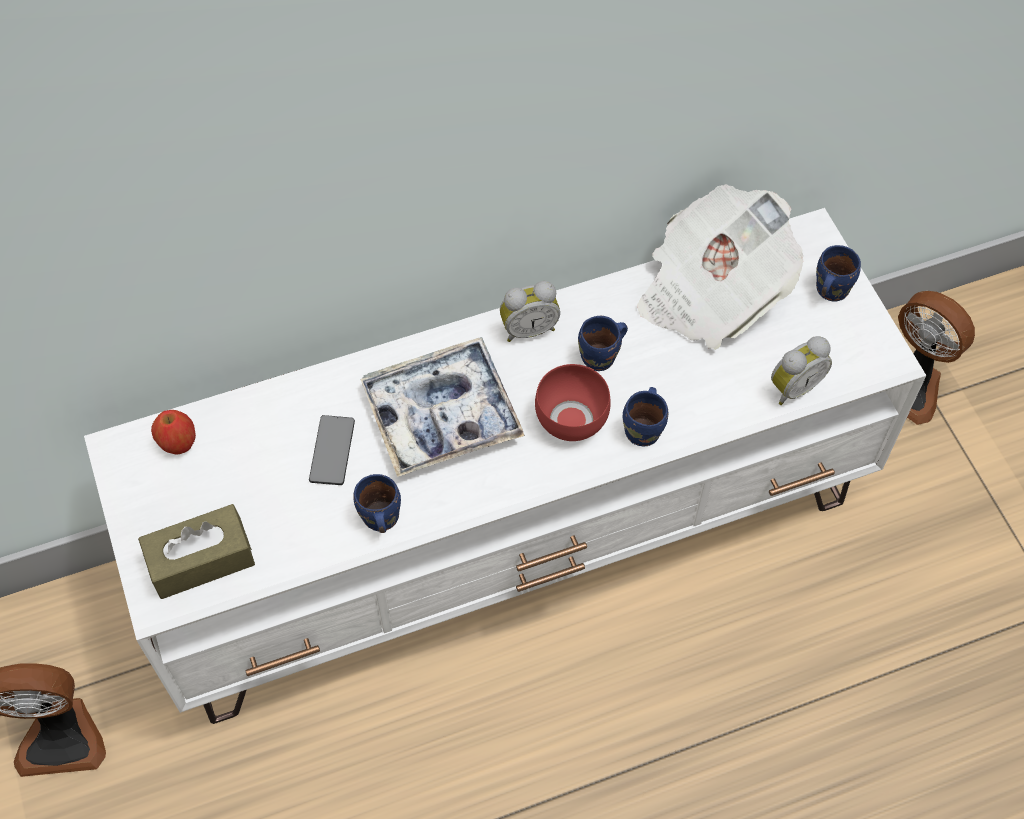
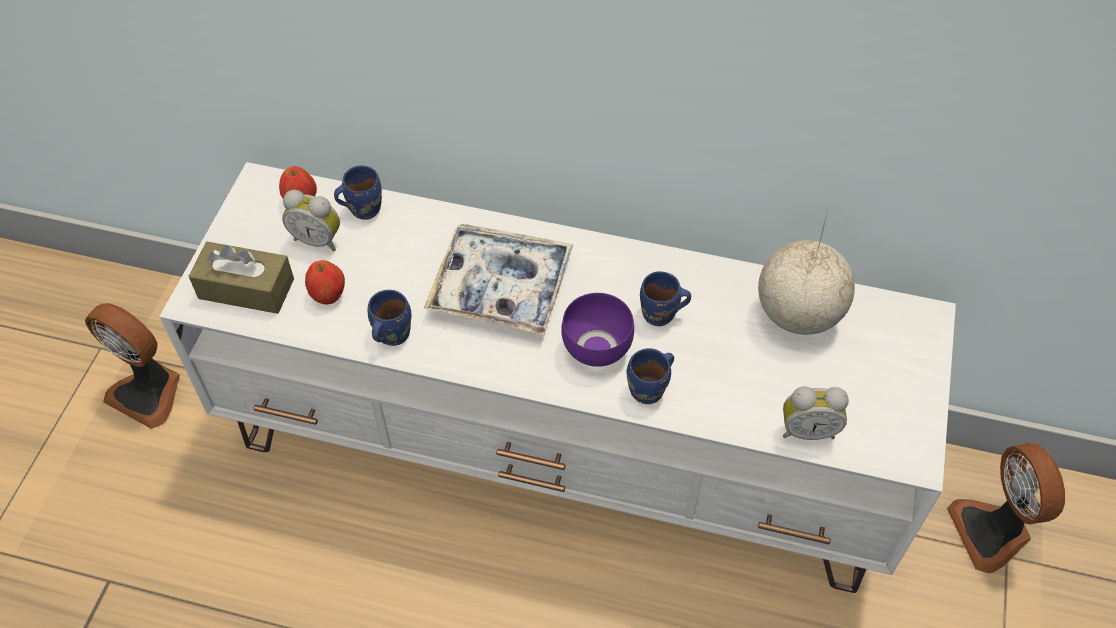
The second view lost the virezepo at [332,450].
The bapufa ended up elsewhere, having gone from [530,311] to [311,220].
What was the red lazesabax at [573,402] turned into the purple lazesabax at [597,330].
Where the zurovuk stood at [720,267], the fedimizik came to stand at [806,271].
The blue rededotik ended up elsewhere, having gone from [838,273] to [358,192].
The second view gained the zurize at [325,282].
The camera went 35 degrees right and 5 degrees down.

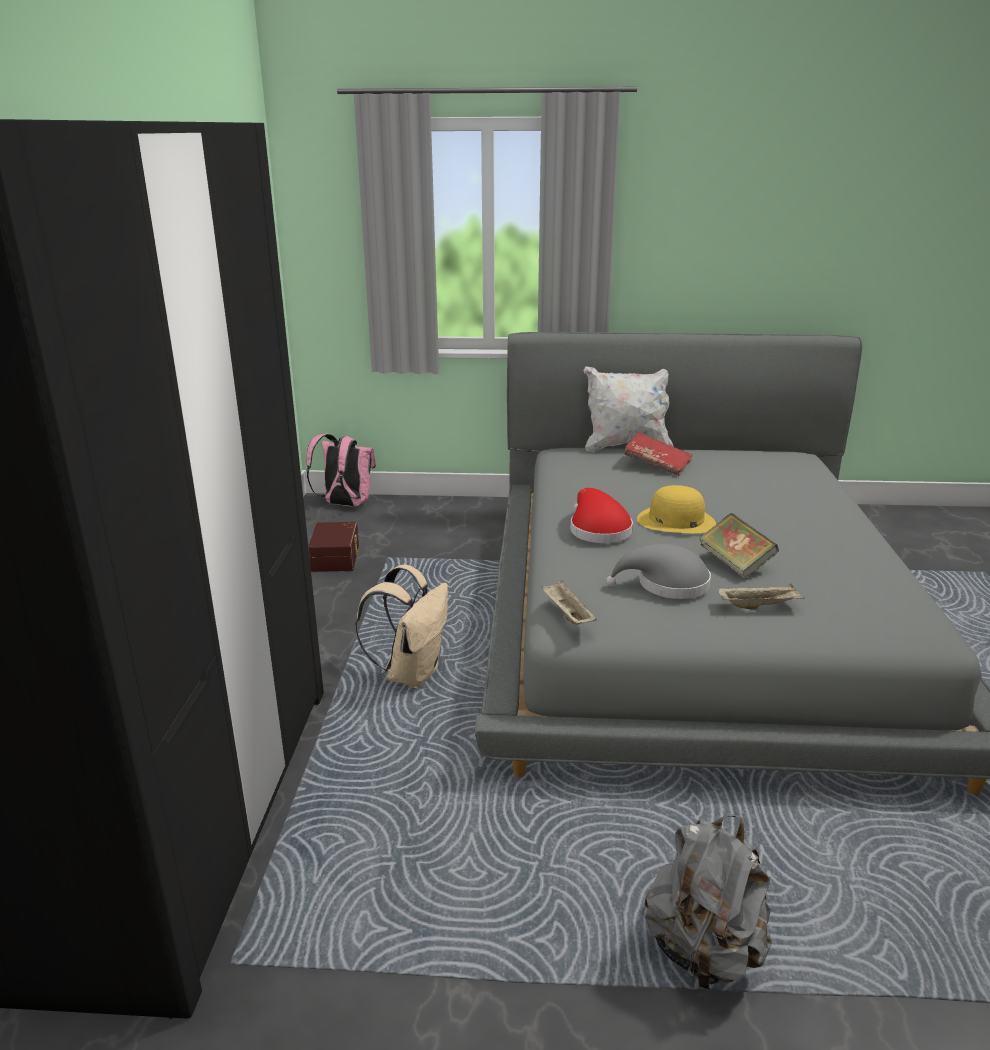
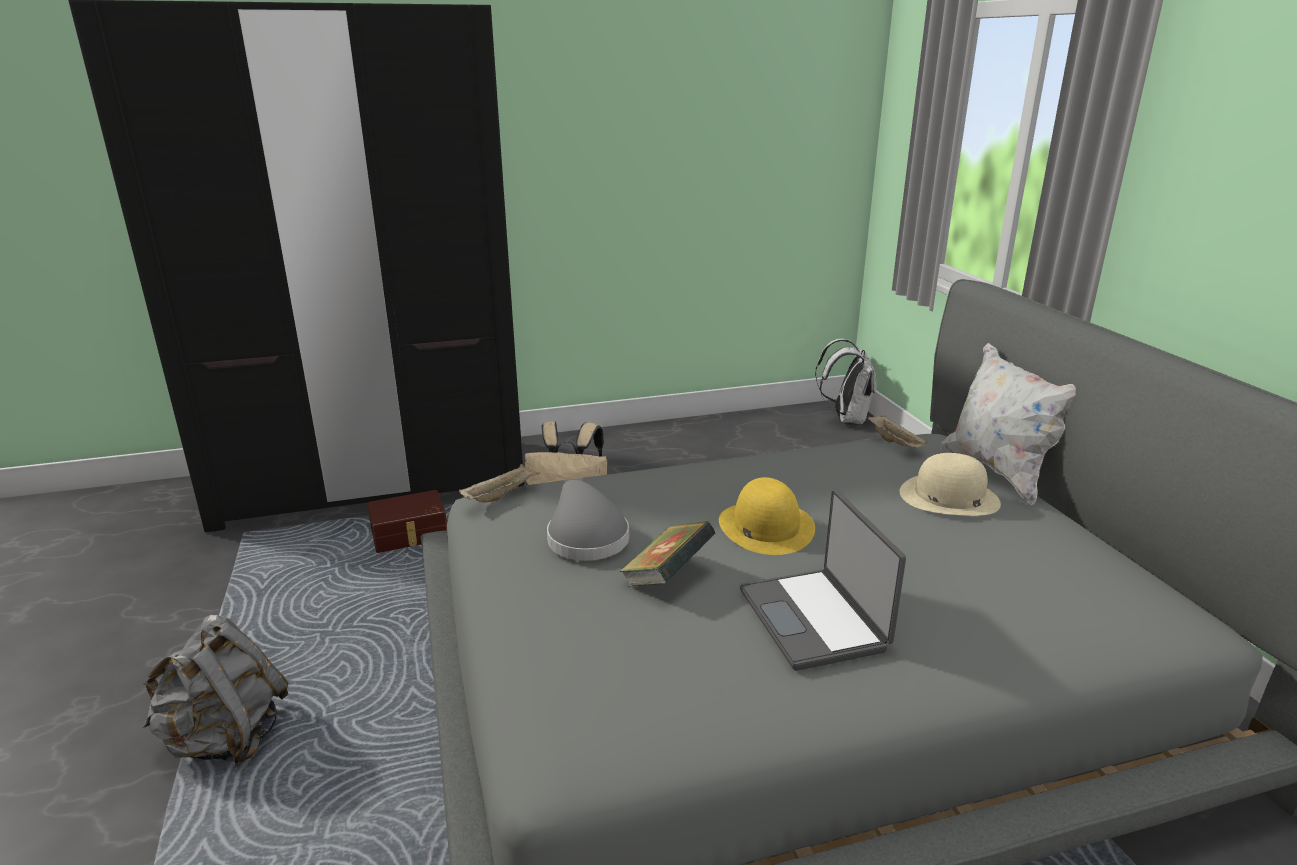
What was the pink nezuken at [341,470] turned into the white nezuken at [846,381].
The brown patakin ended up elsewhere, having gone from [333,547] to [407,521].
The second view lost the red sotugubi at [602,515].
Where the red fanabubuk stood at [658,454], the beige sotugubi came to stand at [950,484].
The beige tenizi ended up elsewhere, having gone from [761,597] to [898,431].
The second view gained the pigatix at [823,580].
The camera went 70 degrees right and 0 degrees up.

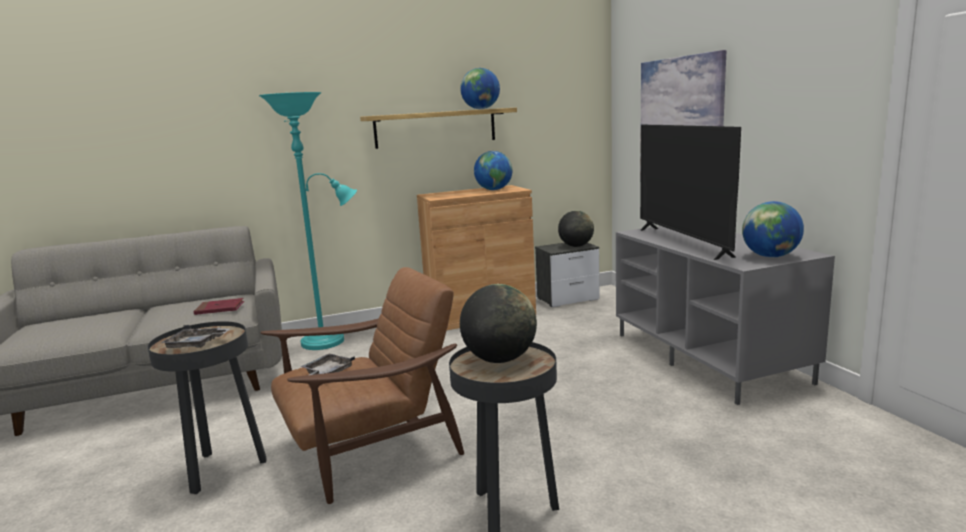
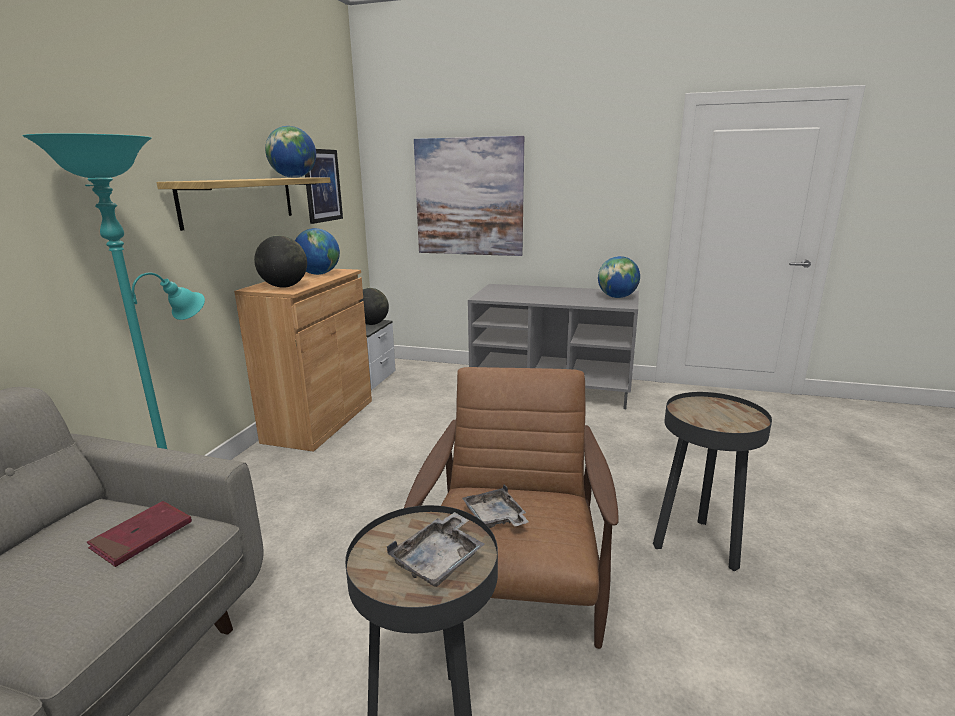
The fedimizik ended up elsewhere, having gone from [498,323] to [280,261].
The second view lost the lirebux at [690,192].
The second view gained the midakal at [324,186].
The camera went 55 degrees left and 5 degrees up.

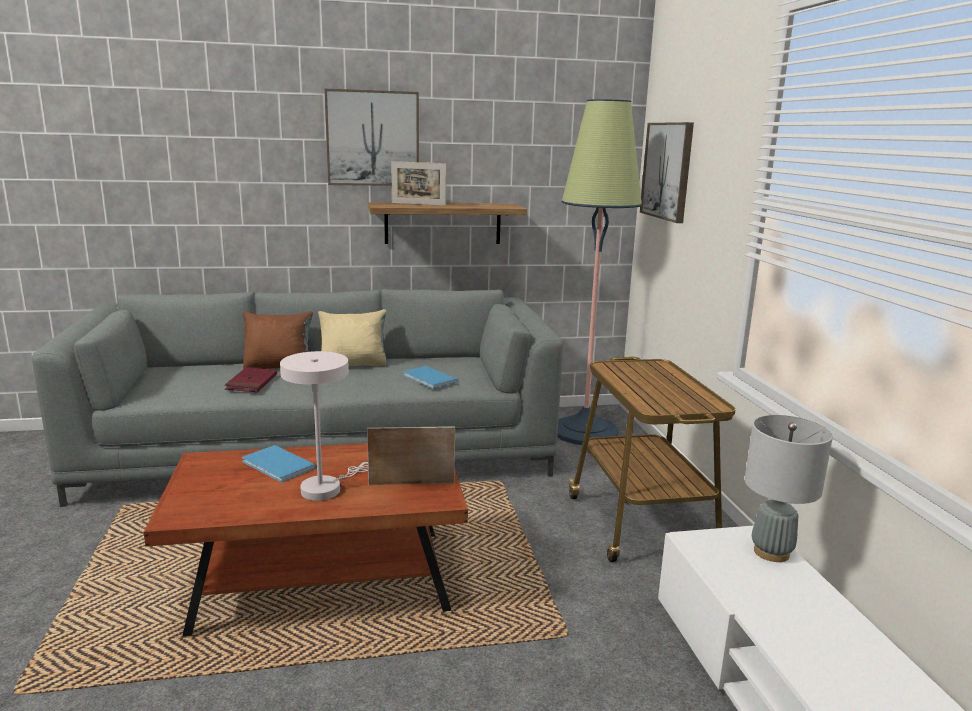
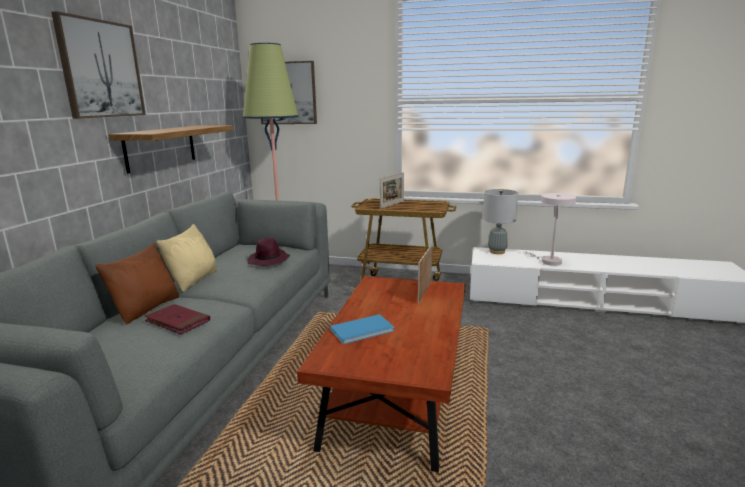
The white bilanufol ended up elsewhere, having gone from [324,426] to [550,229].
The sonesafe ended up elsewhere, having gone from [418,183] to [392,191].
Where the blue fanabubuk stood at [431,377], the purple sotugubi came to stand at [268,252].
The camera went 65 degrees left and 0 degrees up.

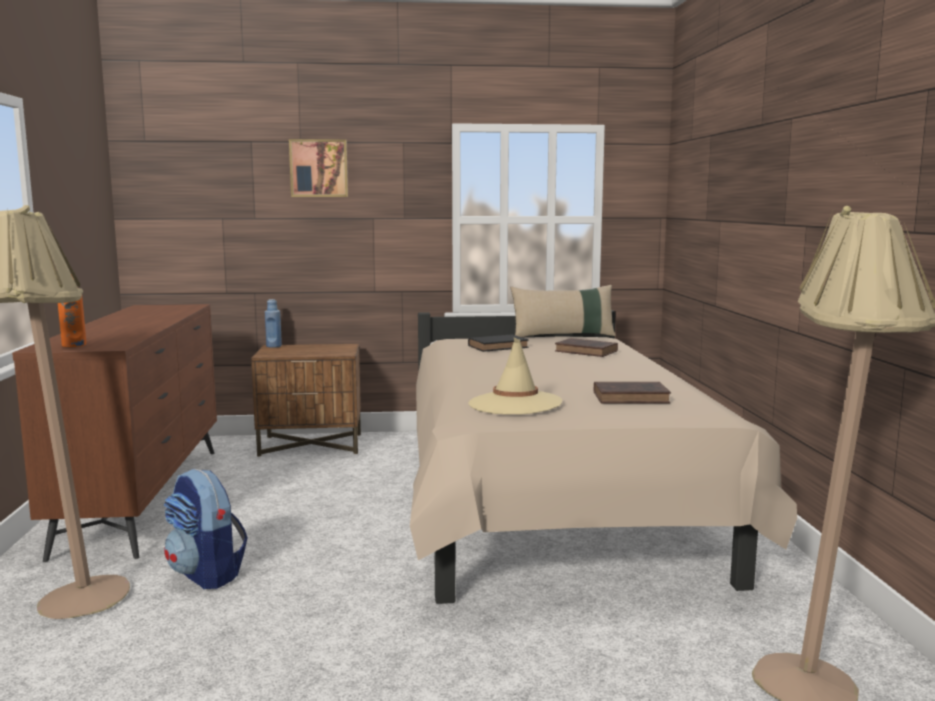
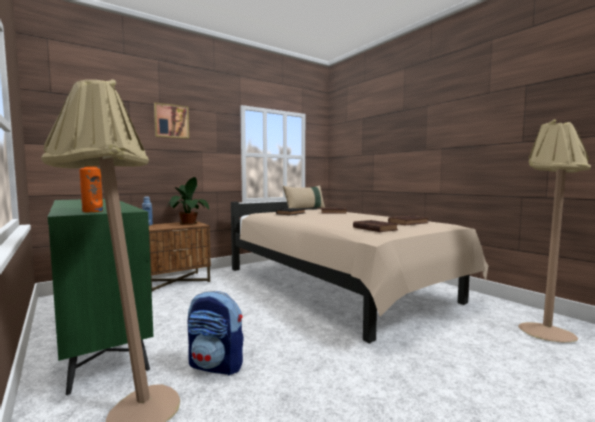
What was the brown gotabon at [114,433] turned into the green gotabon at [100,297].
Where the beige sotugubi stood at [515,376], the brown fanabubuk came to stand at [375,226].
The second view gained the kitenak at [188,201].
The camera went 30 degrees left and 5 degrees down.

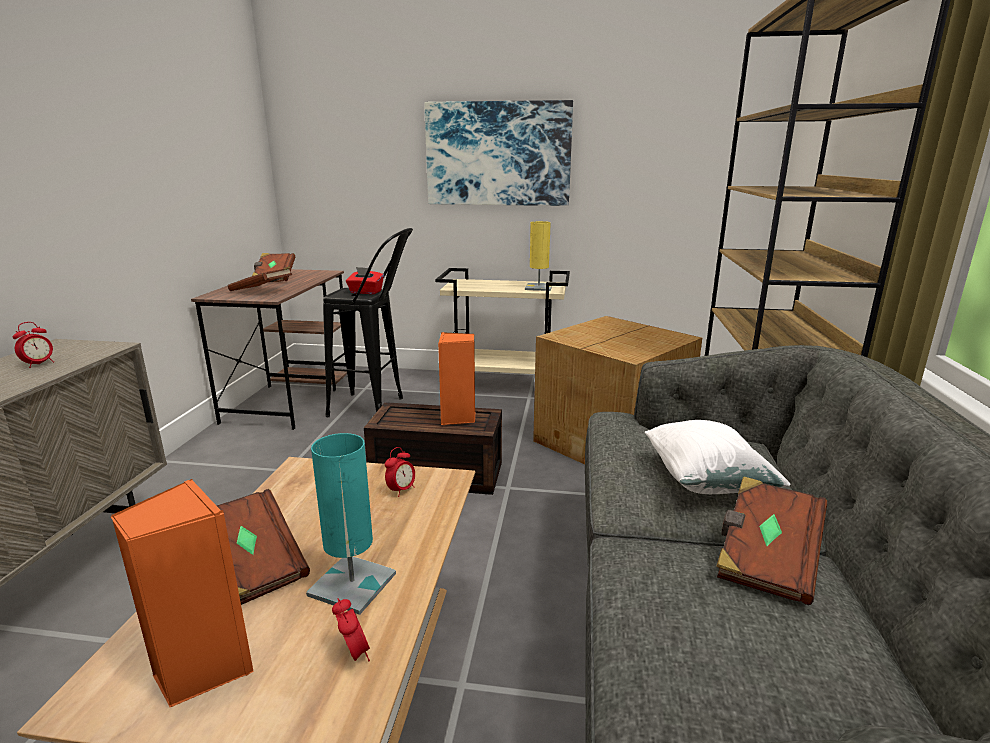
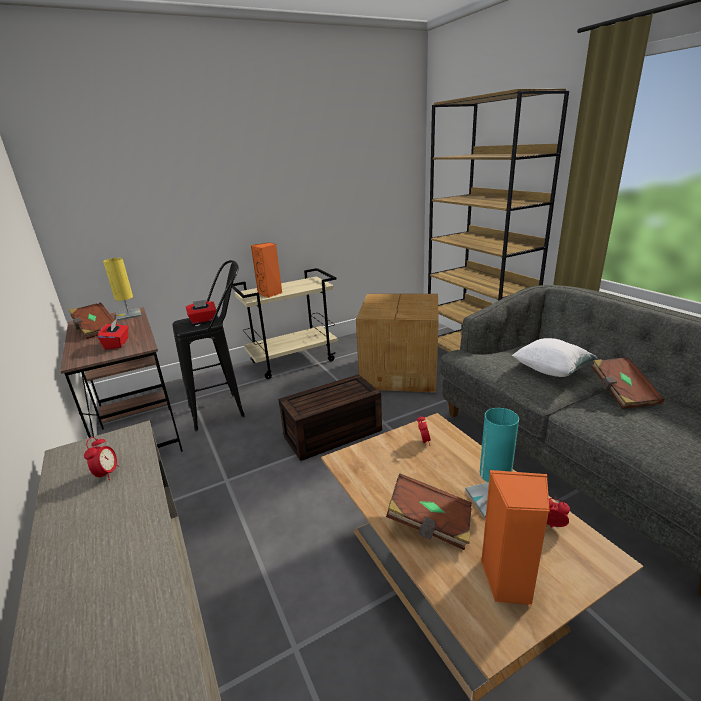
Where the brown fanabubuk stood at [260,278], the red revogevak came to stand at [113,334].
The second view lost the midakal at [498,153].
The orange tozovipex ended up elsewhere, having gone from [456,378] to [266,270].
The yellow bilanufol ended up elsewhere, having gone from [538,256] to [122,289].
The camera went 35 degrees left and 5 degrees up.

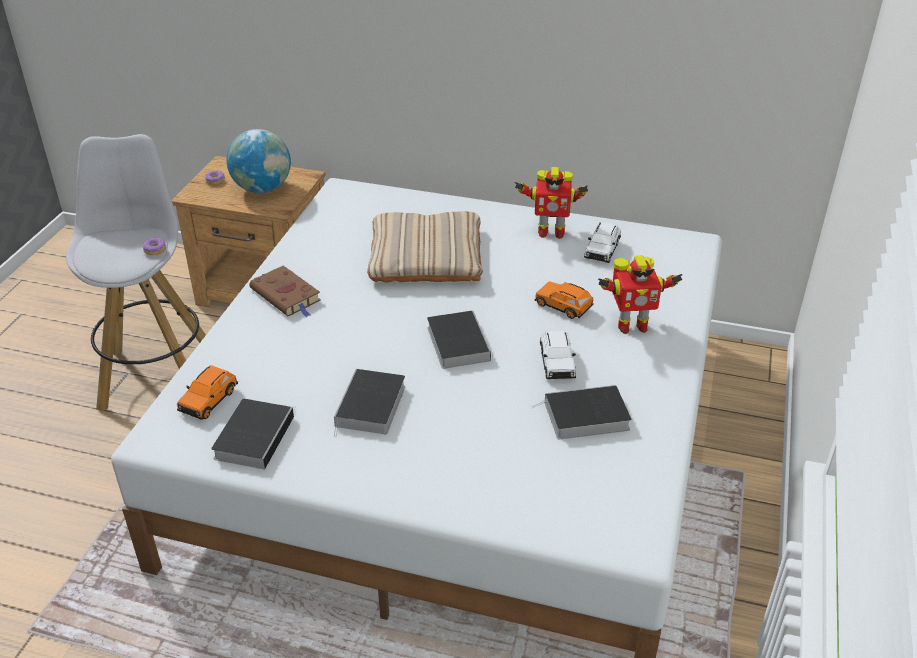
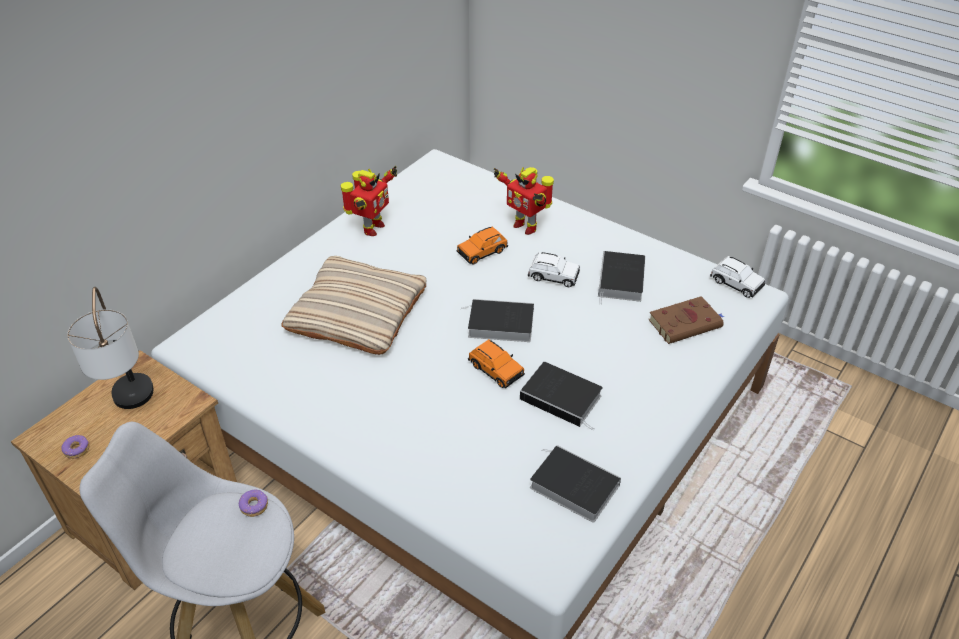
The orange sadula ended up elsewhere, having gone from [207,392] to [496,363].
Where the fedimizik stood at [258,161], the bilanufol came to stand at [110,348].
The brown fanabubuk ended up elsewhere, having gone from [285,291] to [686,320].
The white sadula ended up elsewhere, having gone from [602,242] to [737,277].
The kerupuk at [640,294] ended up facing another way, 120 degrees clockwise from before.
The camera went 70 degrees left and 5 degrees up.

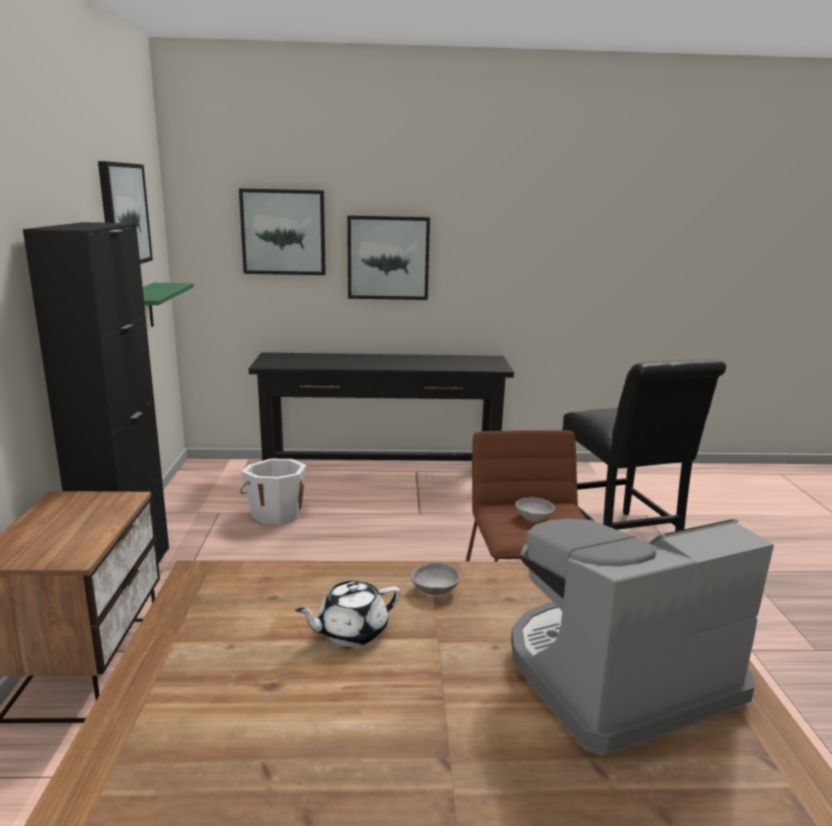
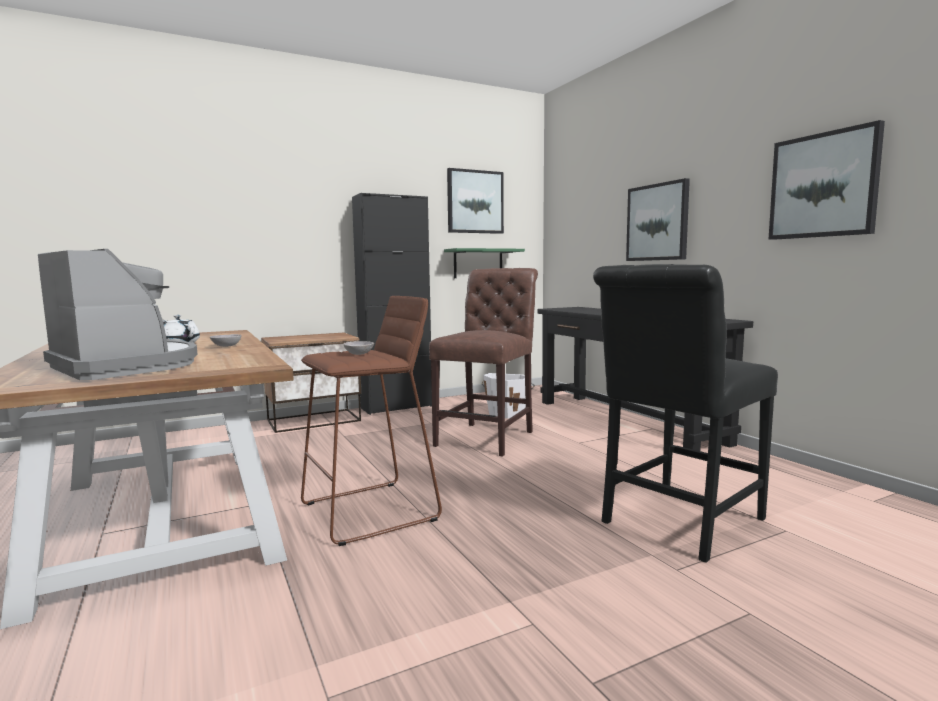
The midakal ended up elsewhere, having gone from [282,231] to [826,180].
The second view gained the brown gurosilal at [483,362].
The camera went 65 degrees right and 10 degrees down.

